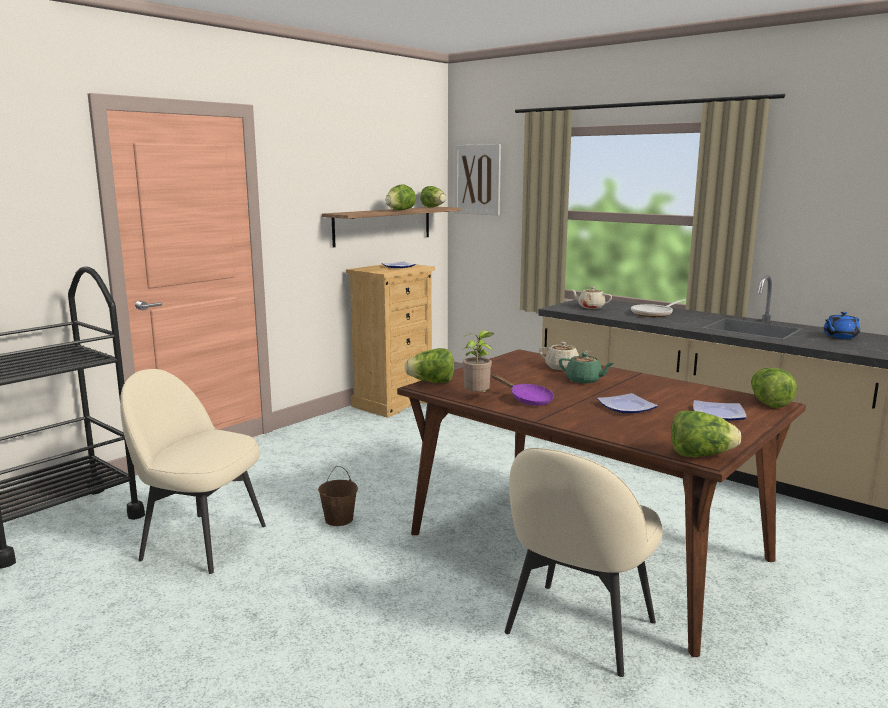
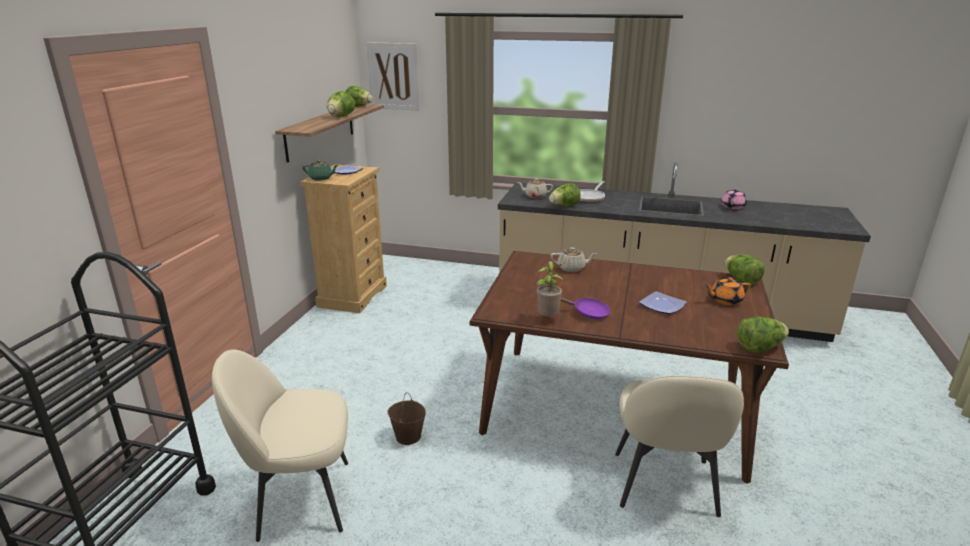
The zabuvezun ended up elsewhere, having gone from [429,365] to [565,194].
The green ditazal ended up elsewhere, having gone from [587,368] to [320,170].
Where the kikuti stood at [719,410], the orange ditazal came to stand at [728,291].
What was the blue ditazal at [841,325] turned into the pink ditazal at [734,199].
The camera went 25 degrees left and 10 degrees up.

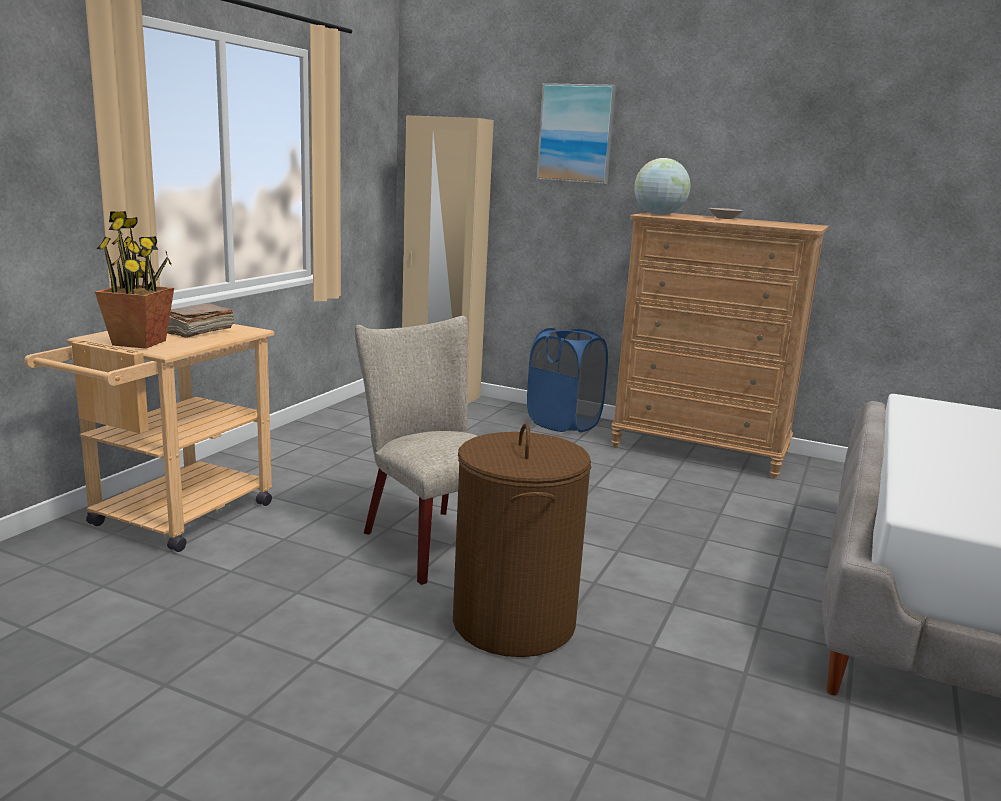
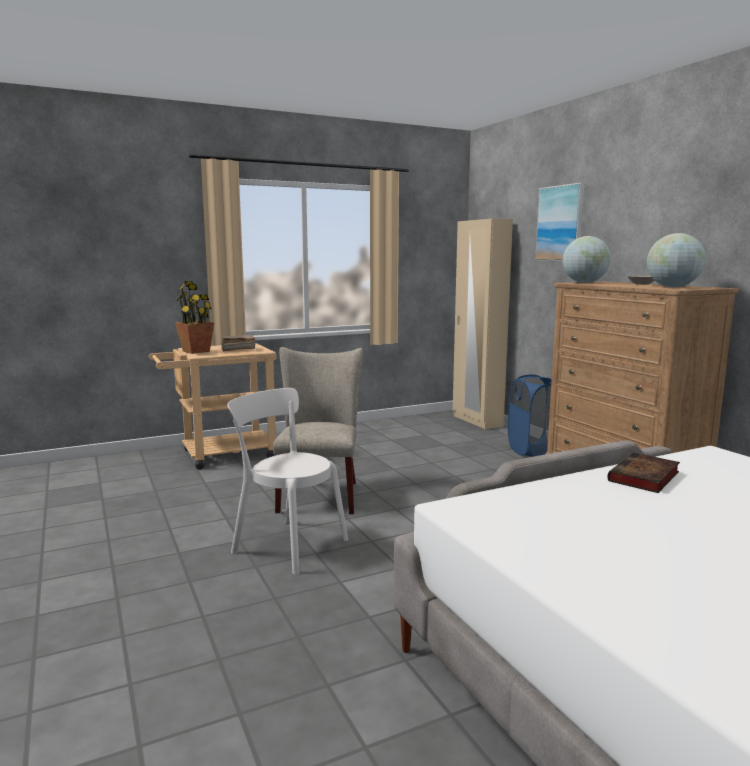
Where the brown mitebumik stood at [522,540], the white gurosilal came to stand at [287,481].
The second view gained the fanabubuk at [643,472].
The second view gained the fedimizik at [676,260].
The camera went 40 degrees right and 5 degrees down.

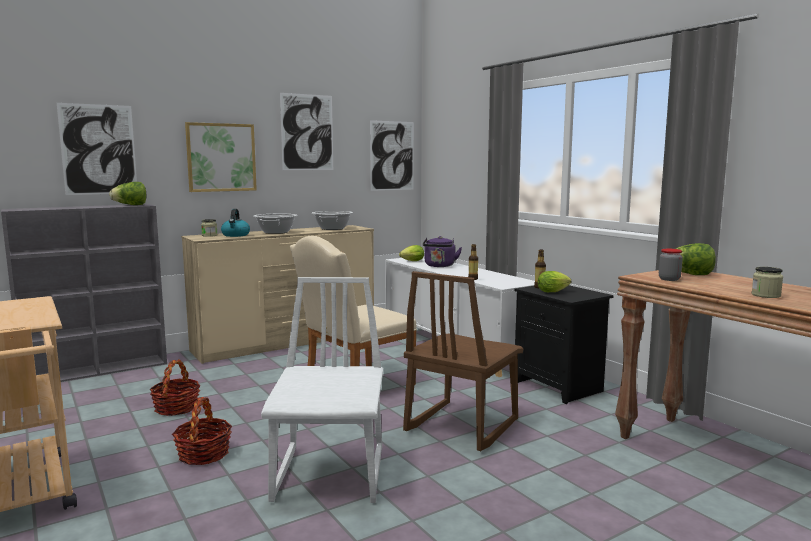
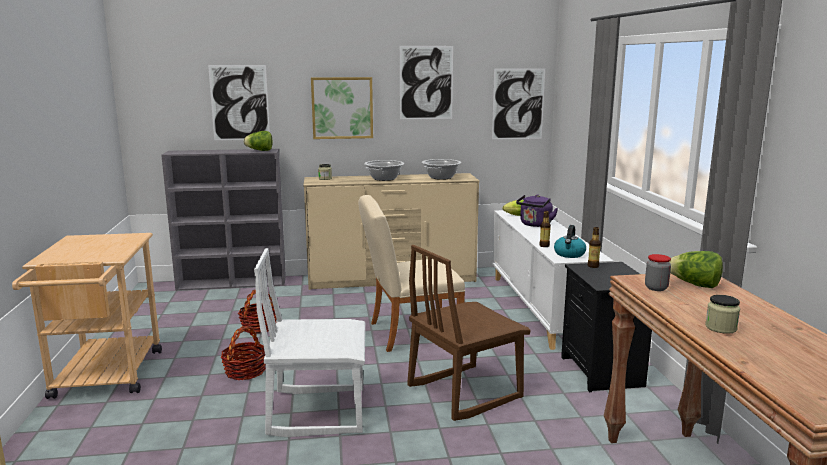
The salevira ended up elsewhere, having gone from [235,223] to [570,241].
The white gurosilal at [322,390] ended up facing another way, 120 degrees counterclockwise from before.
The second view lost the zabuvezun at [554,281].
The camera went 25 degrees right and 5 degrees up.

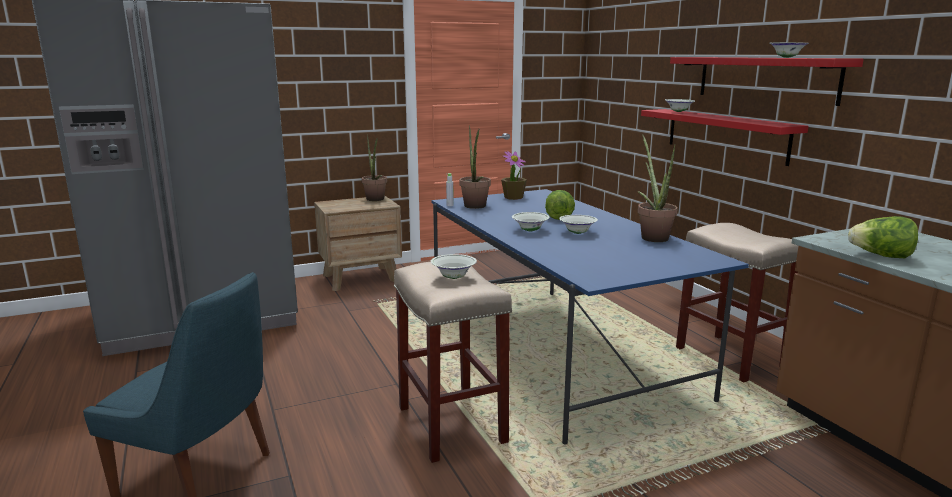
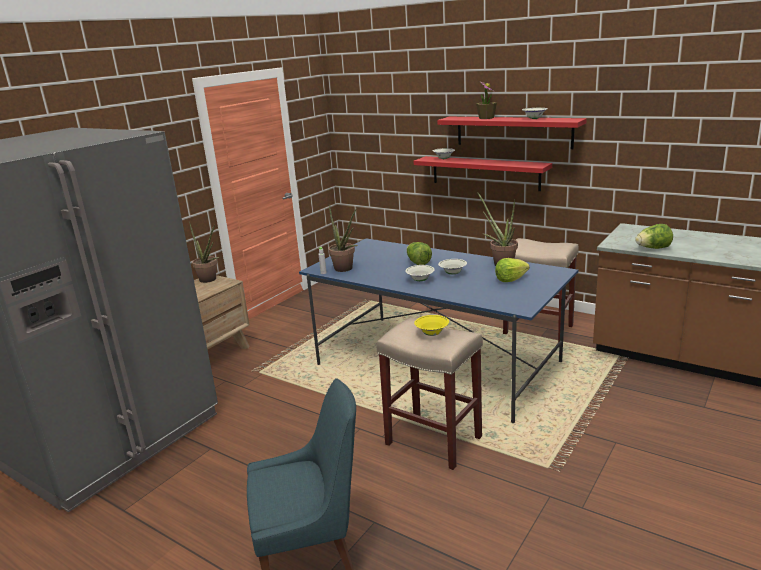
What was the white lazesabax at [454,266] turned into the yellow lazesabax at [431,325].
The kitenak ended up elsewhere, having gone from [514,175] to [486,100].
The second view gained the zabuvezun at [512,270].
The camera went 30 degrees left and 5 degrees up.

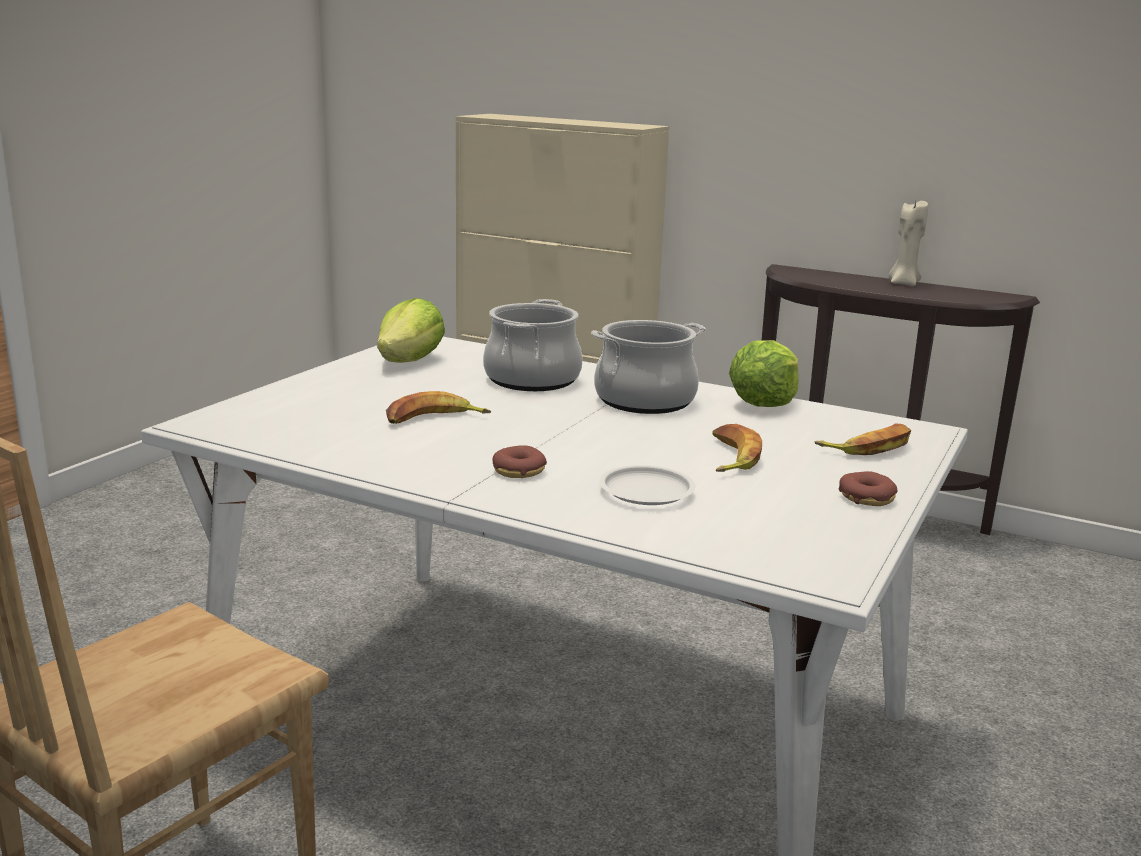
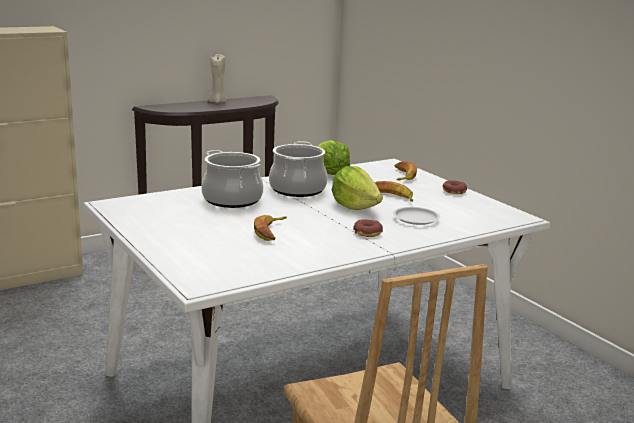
The zabuvezun ended up elsewhere, having gone from [411,330] to [357,188].
The camera went 60 degrees left and 0 degrees up.

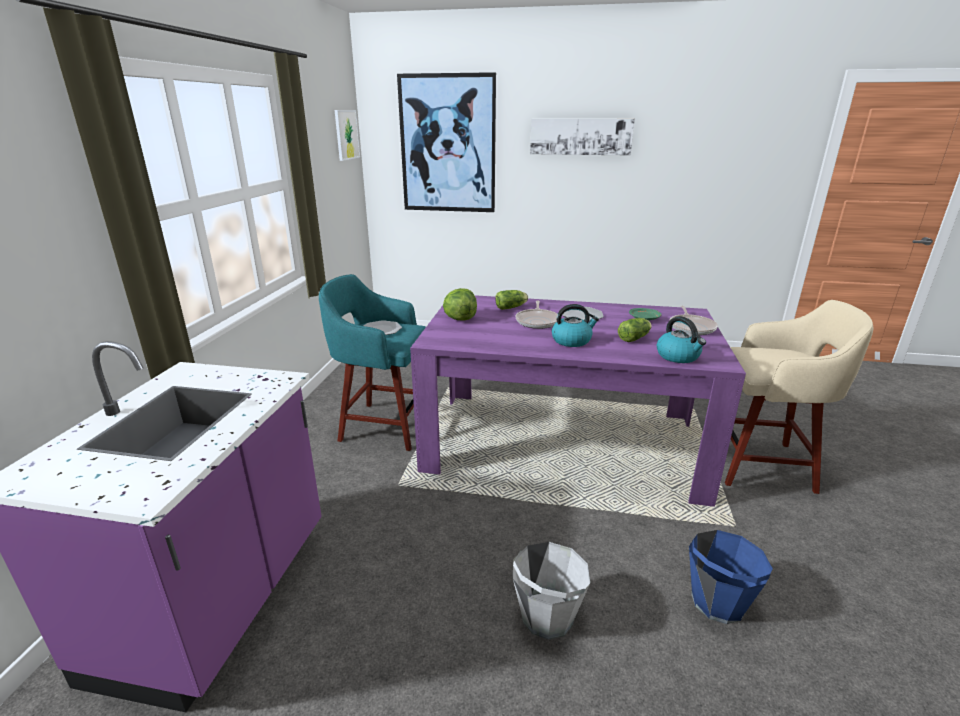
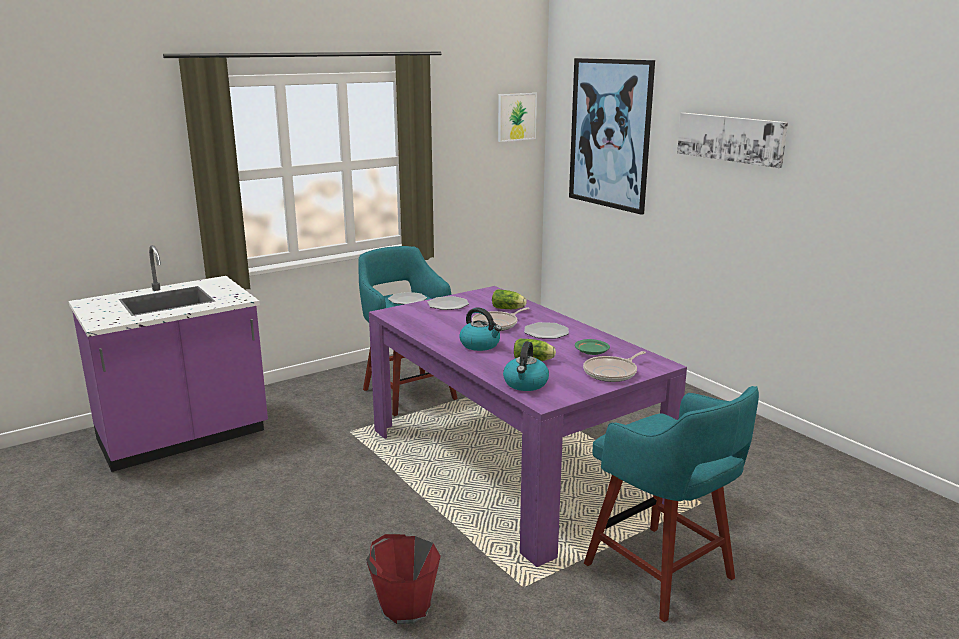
Where the zabuvezun stood at [460,304], the kikuti came to stand at [448,303].
The second view lost the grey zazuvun at [551,591].
What was the blue zazuvun at [731,577] turned into the red zazuvun at [403,579].
What was the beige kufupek at [799,397] turned into the turquoise kufupek at [671,504].
The camera went 45 degrees right and 5 degrees down.

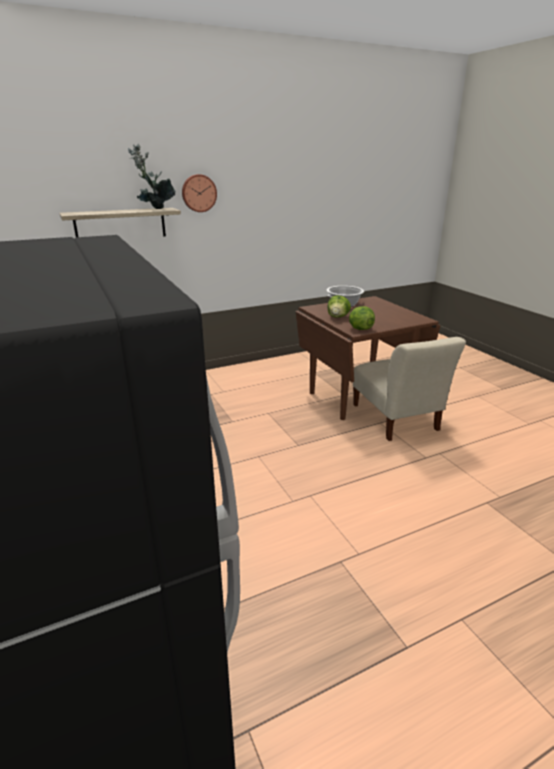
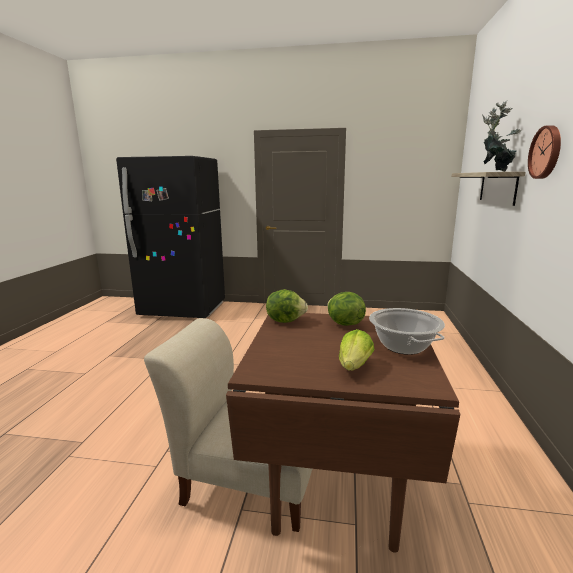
The second view gained the zabuvezun at [356,350].
The camera went 125 degrees right and 10 degrees down.

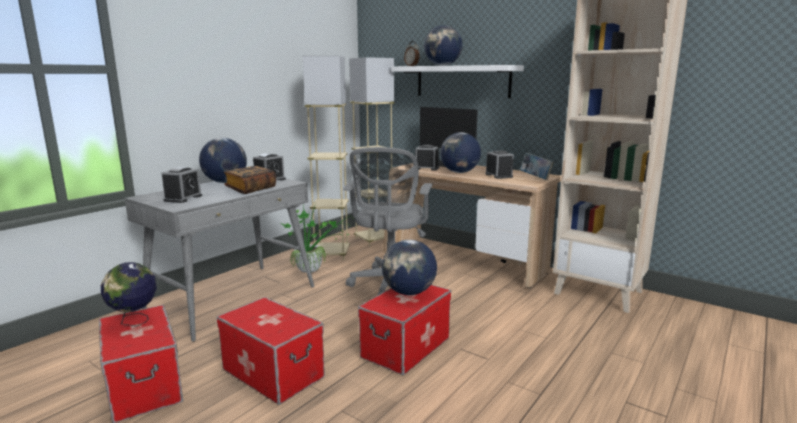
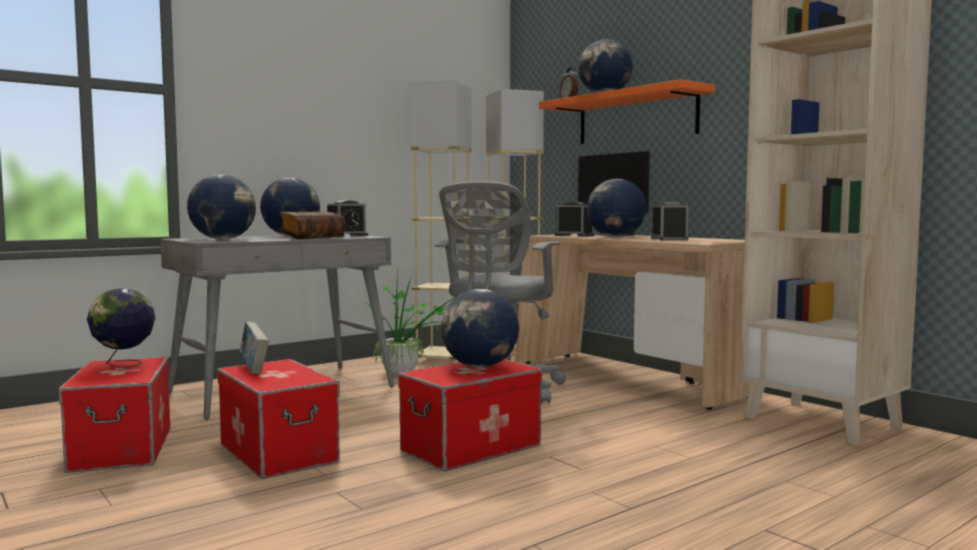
Where the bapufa stood at [181,185], the fedimizik came to stand at [221,207].
What was the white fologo at [457,81] turned into the orange fologo at [627,111].
The fanabubuk ended up elsewhere, having gone from [537,166] to [254,347].
The camera went 15 degrees right and 10 degrees down.

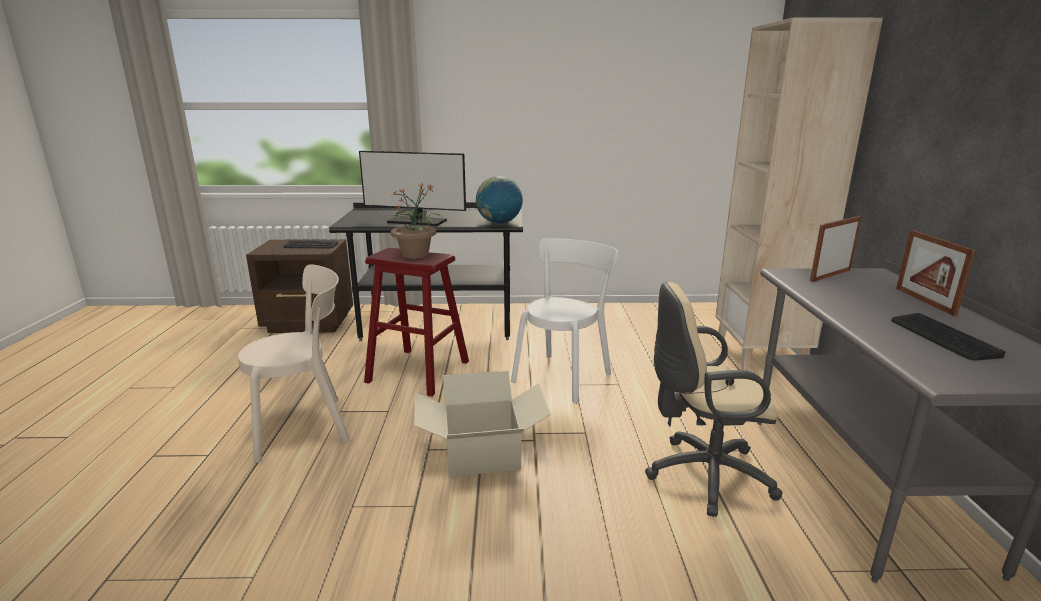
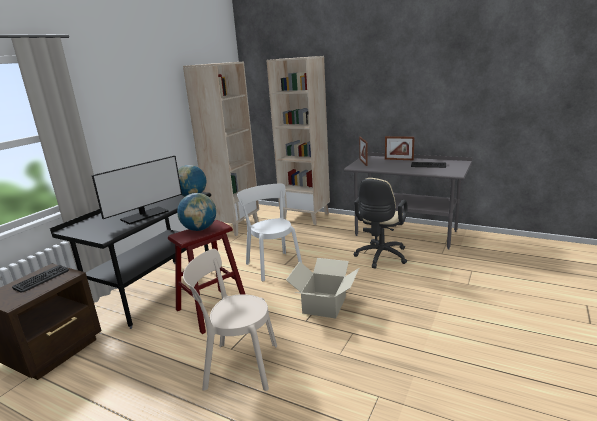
The beige gurosilal at [294,363] ended up facing another way, 90 degrees counterclockwise from before.
Where the kitenak stood at [416,221], the fedimizik came to stand at [196,212].
The second view gained the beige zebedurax at [221,148].
The camera went 60 degrees left and 0 degrees up.

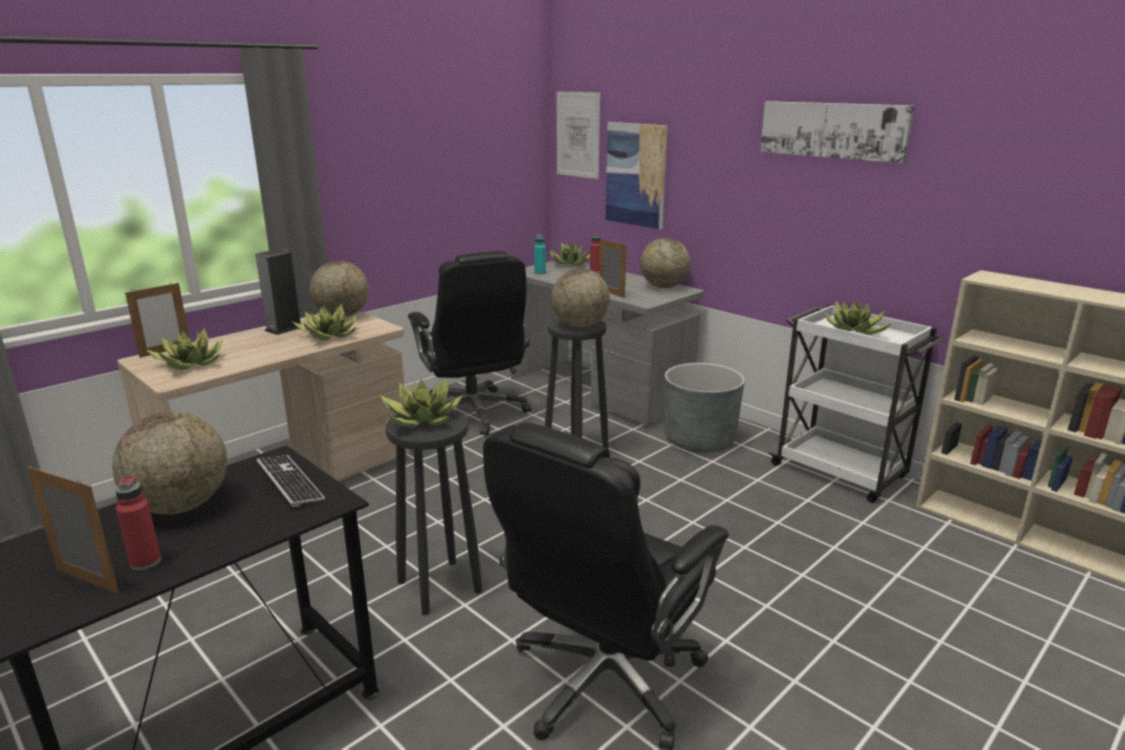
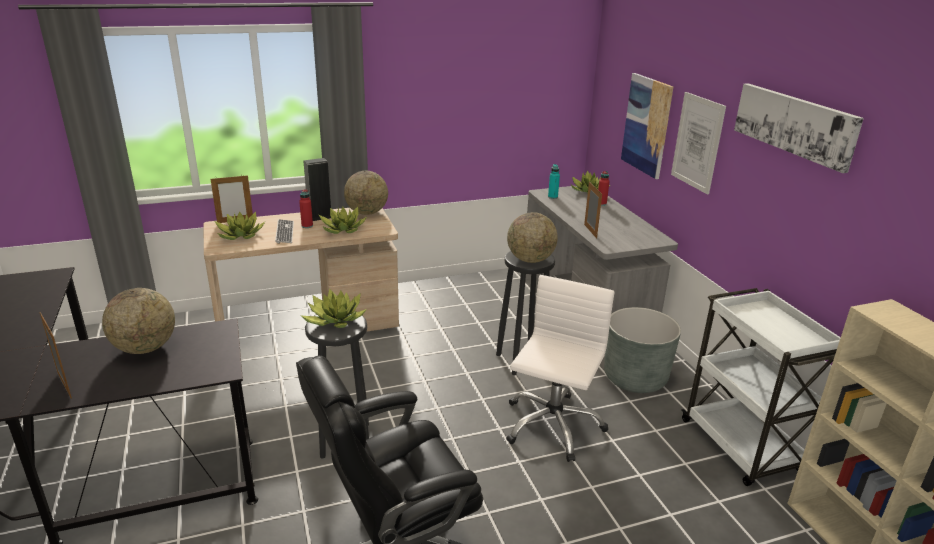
The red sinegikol ended up elsewhere, having gone from [138,522] to [306,208].
The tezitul ended up elsewhere, having gone from [291,481] to [284,231].
The second view lost the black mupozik at [469,343].
The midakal ended up elsewhere, having gone from [578,135] to [698,143].
The second view lost the fedimizik at [665,263].
The second view lost the kitenak at [858,317].
The second view gained the white mupozik at [560,368].
The camera went 25 degrees right and 5 degrees up.

